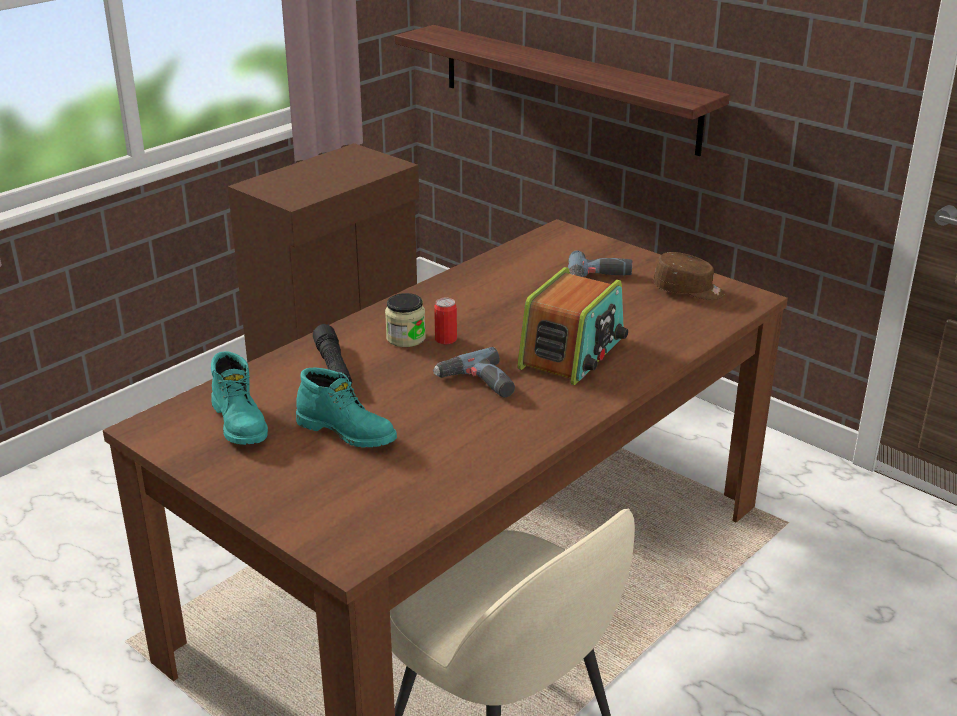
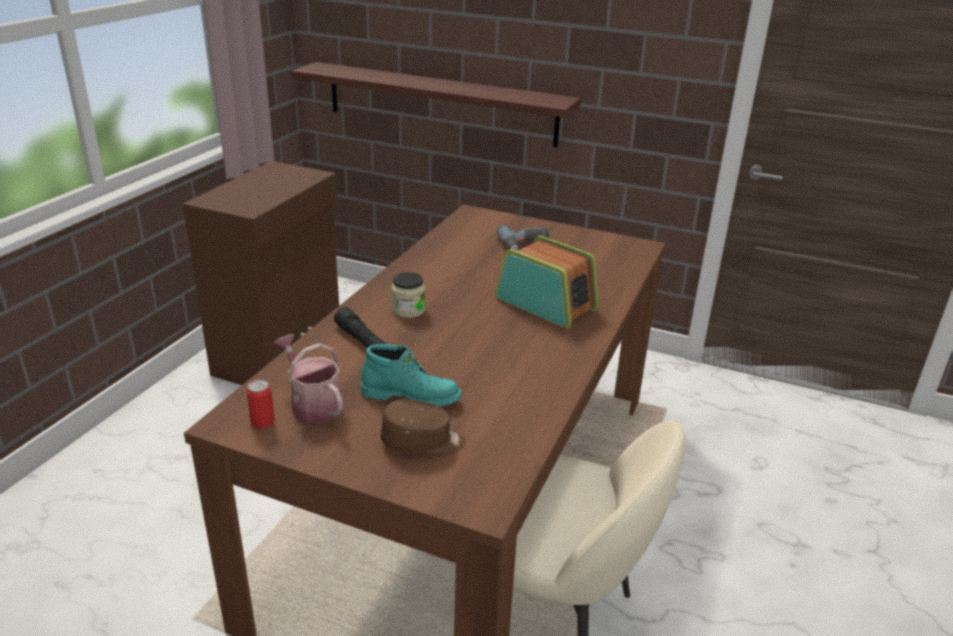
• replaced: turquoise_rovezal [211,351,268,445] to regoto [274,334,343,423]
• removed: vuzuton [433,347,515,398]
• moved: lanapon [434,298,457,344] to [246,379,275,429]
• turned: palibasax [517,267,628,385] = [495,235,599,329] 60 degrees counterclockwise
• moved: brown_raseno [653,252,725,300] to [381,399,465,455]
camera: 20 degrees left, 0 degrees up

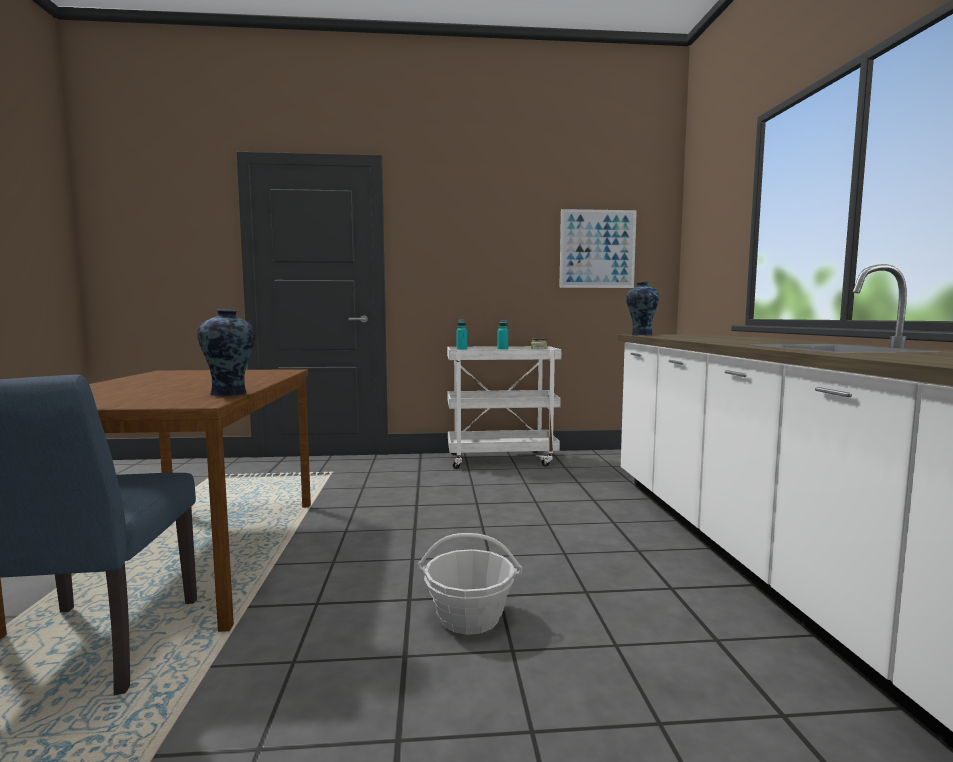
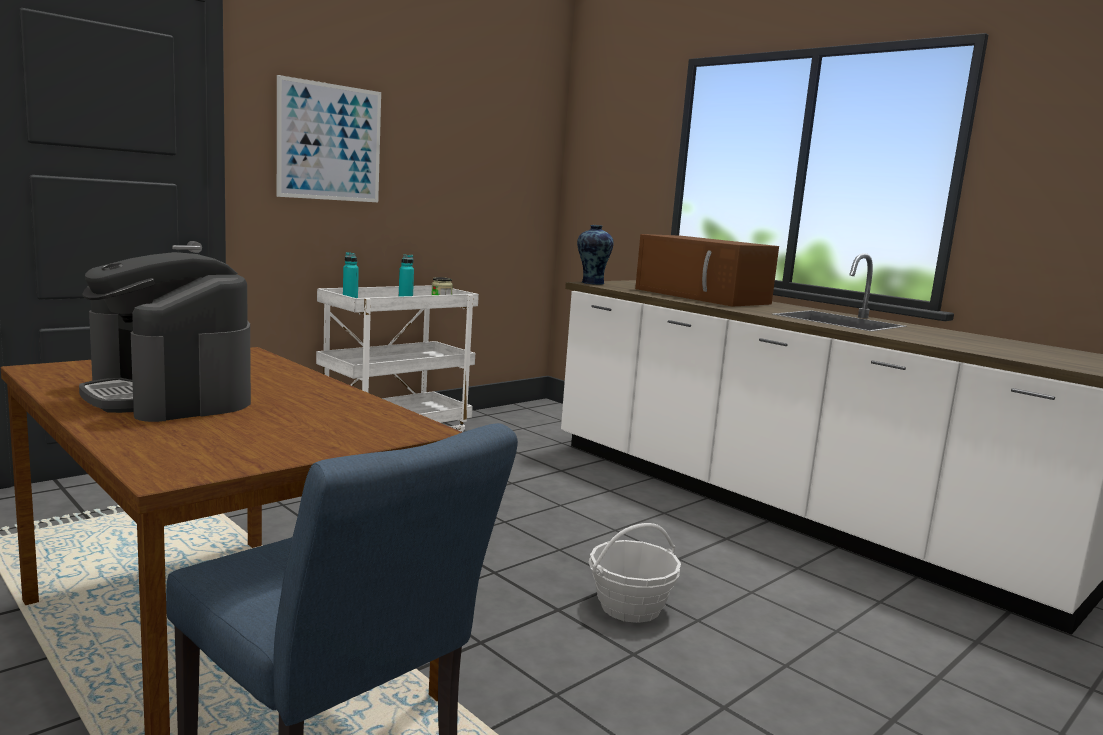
• removed: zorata [197,309,256,396]
• moved: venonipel [559,209,637,288] to [277,75,381,202]
• added: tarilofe [79,252,251,422]
• added: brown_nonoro [635,234,779,307]
camera: 40 degrees left, 5 degrees up

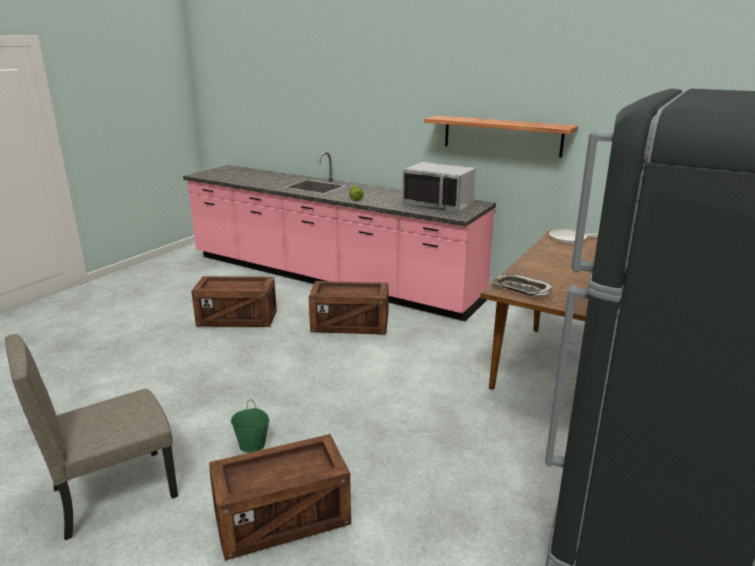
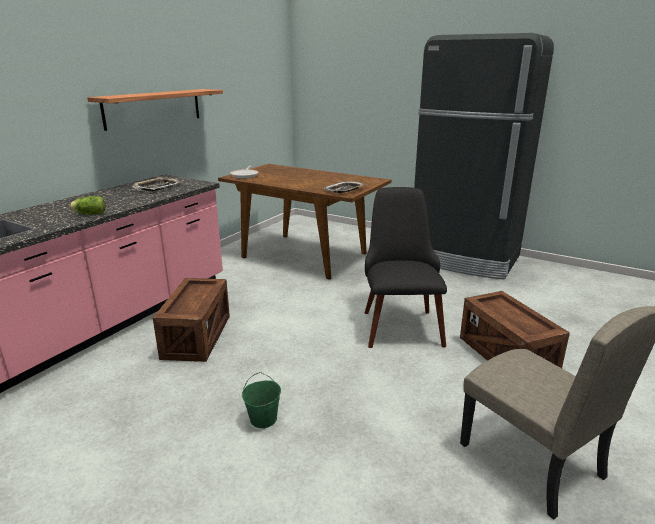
• removed: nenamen [191,276,277,327]
• moved: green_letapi [231,399,270,453] to [242,372,281,428]
• replaced: grey_nonoro [402,162,476,213] to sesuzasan [132,177,181,191]
• added: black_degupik [365,187,447,348]
camera: 90 degrees left, 0 degrees up

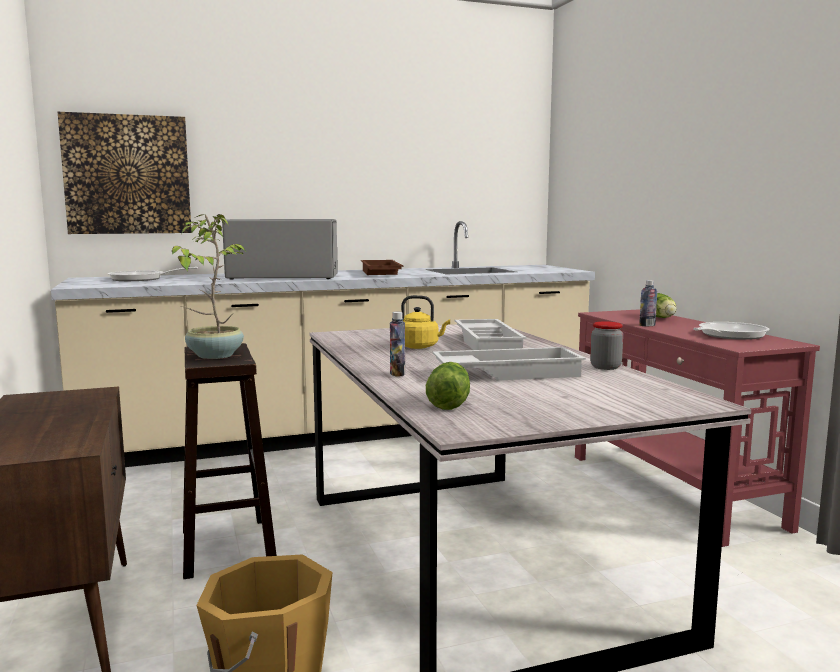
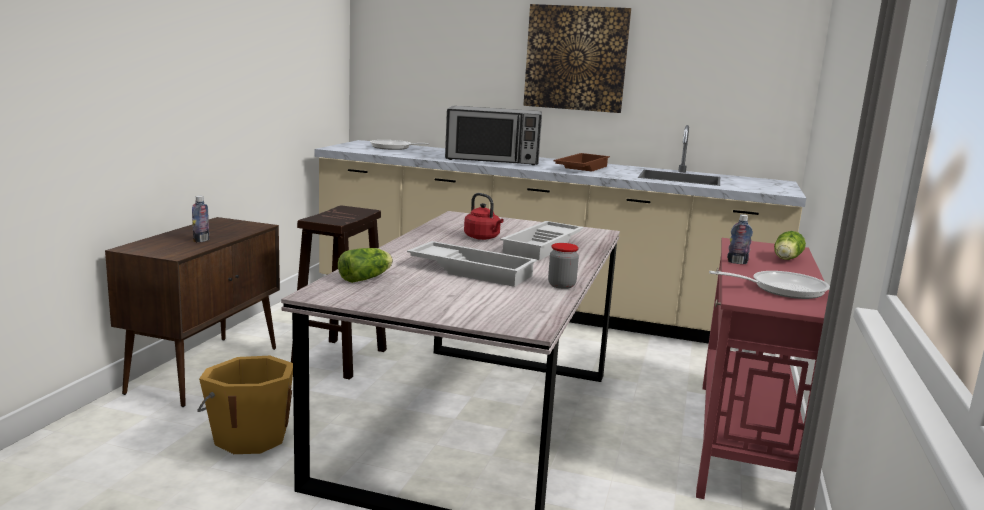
• moved: venonipel [58,112,192,234] to [523,4,631,113]
• removed: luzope [172,214,246,359]
• turned: nonoro [222,219,338,280] = [445,106,542,165] 150 degrees clockwise
• moved: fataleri [390,312,405,377] to [192,196,209,242]
• recoloured: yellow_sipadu [401,295,450,349] to red_sipadu [464,193,504,240]
camera: 35 degrees right, 5 degrees up

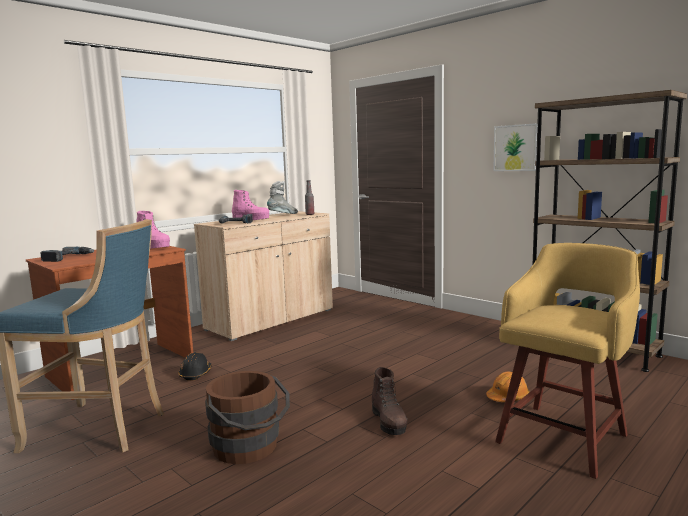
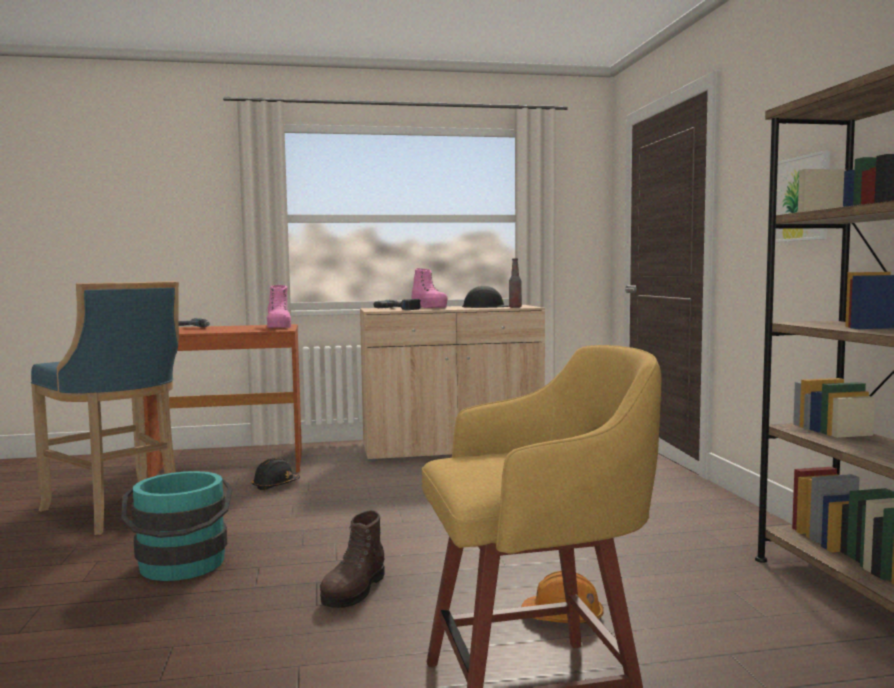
• recoloured: brown_letapi [205,371,290,464] to turquoise_letapi [121,471,233,581]
• replaced: grey_rovezal [267,181,298,214] to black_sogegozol [462,286,509,308]
camera: 35 degrees right, 5 degrees down

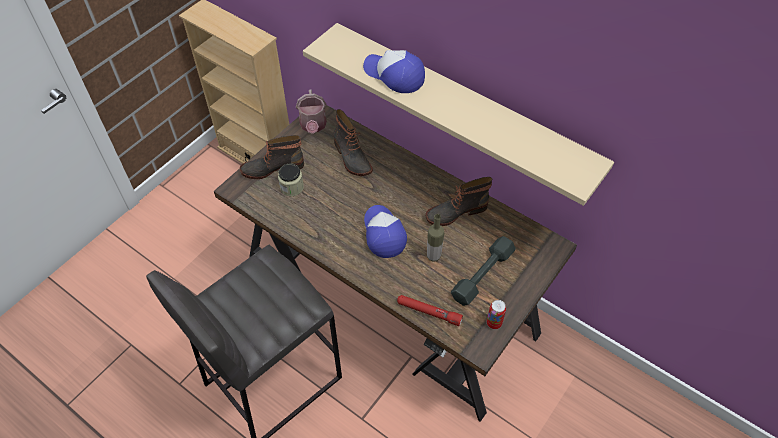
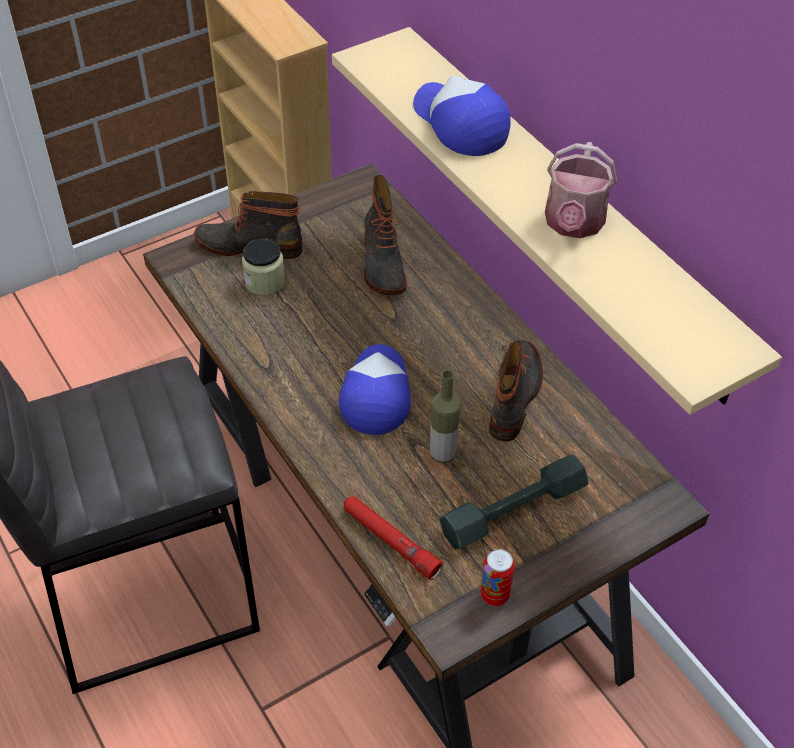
• moved: regoto [296,90,327,134] to [545,142,617,238]
• turned: rovezal [426,177,493,226] = [489,340,543,442] 105 degrees clockwise
camera: 20 degrees right, 5 degrees down

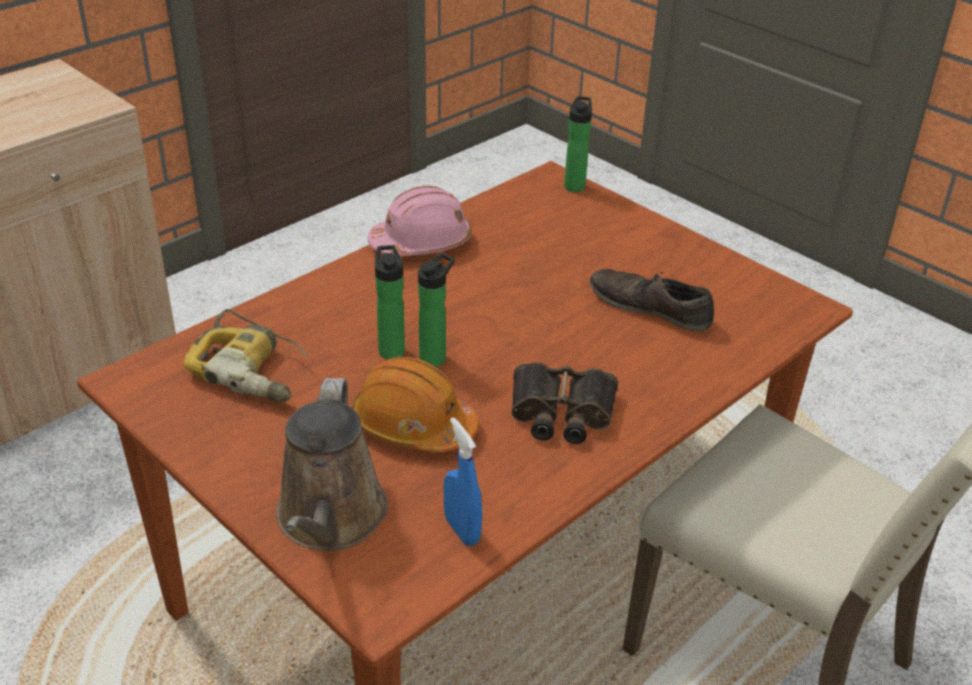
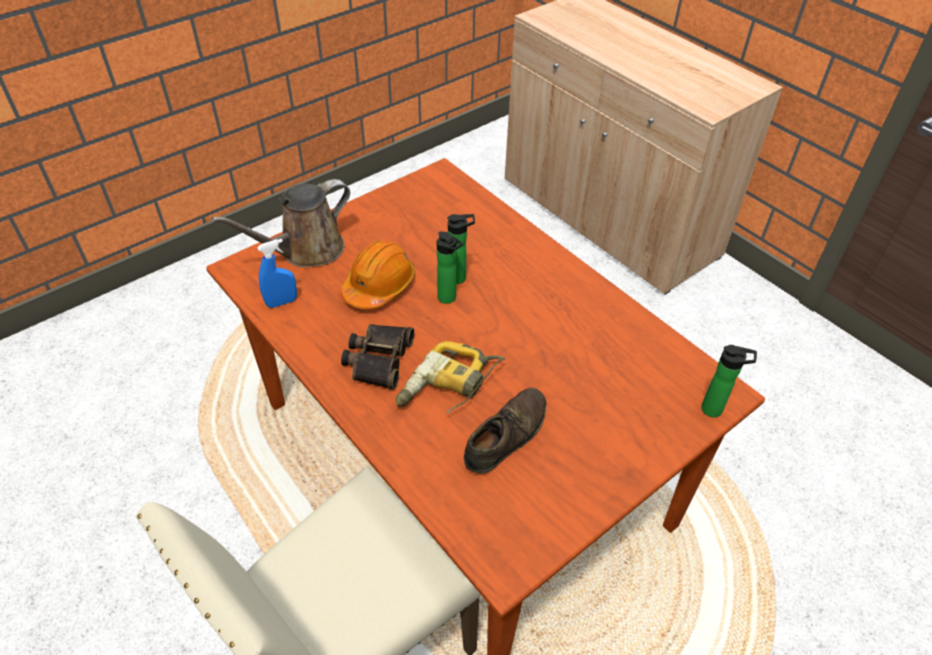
• moved: vuzuton [183,309,307,403] to [396,341,505,414]
• turned: brown_regoto [276,378,388,551] = [212,179,350,267] 45 degrees counterclockwise
• removed: pink_sogegozol [368,186,472,256]
camera: 95 degrees right, 10 degrees up

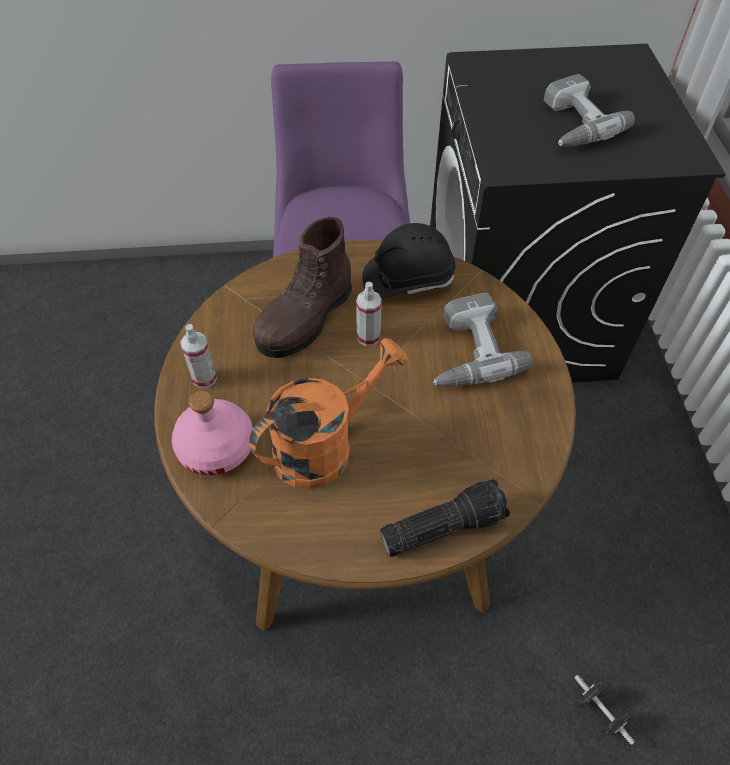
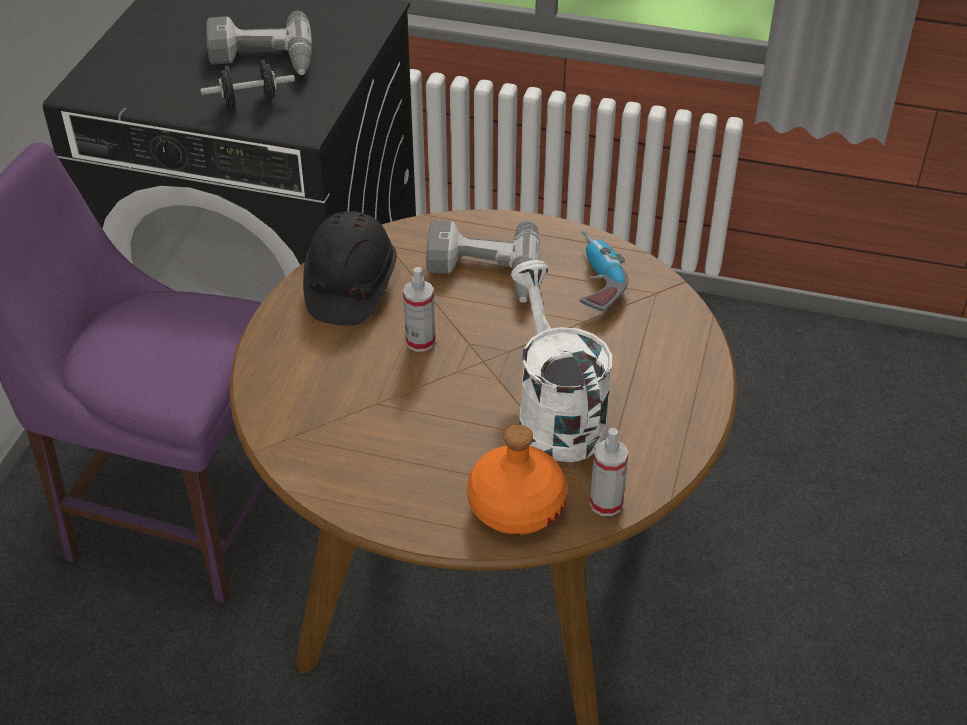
• recoloured: pink_fataleri [172,390,253,475] to orange_fataleri [467,424,567,535]
• moved: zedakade [180,324,217,388] to [590,428,629,516]
• recoloured: orange_regoto [249,338,408,489] to white_regoto [511,260,612,462]
• removed: brown_rovezal [252,217,352,358]
• removed: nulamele [379,479,510,557]
• moved: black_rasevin [574,675,635,745] to [201,60,295,109]
• added: vuzuton [579,230,629,311]
camera: 70 degrees left, 10 degrees down

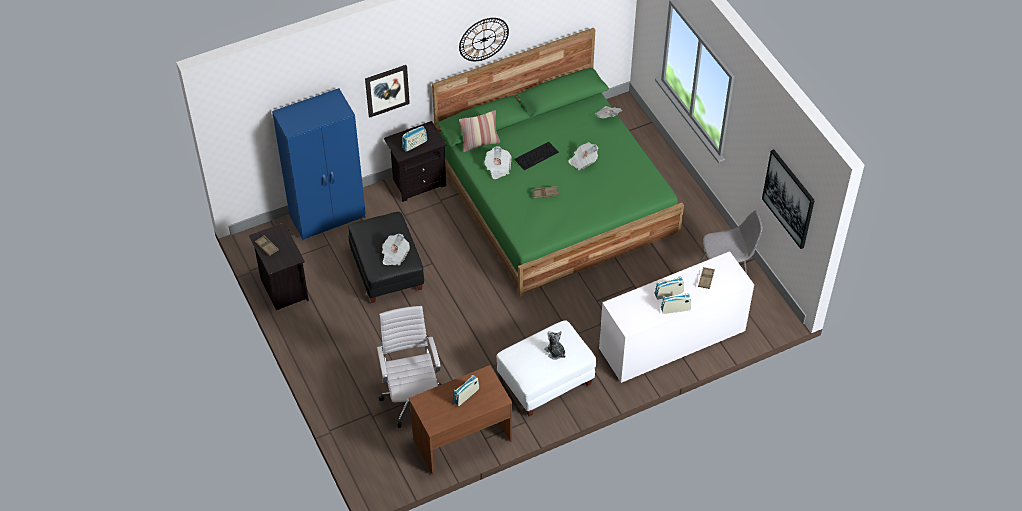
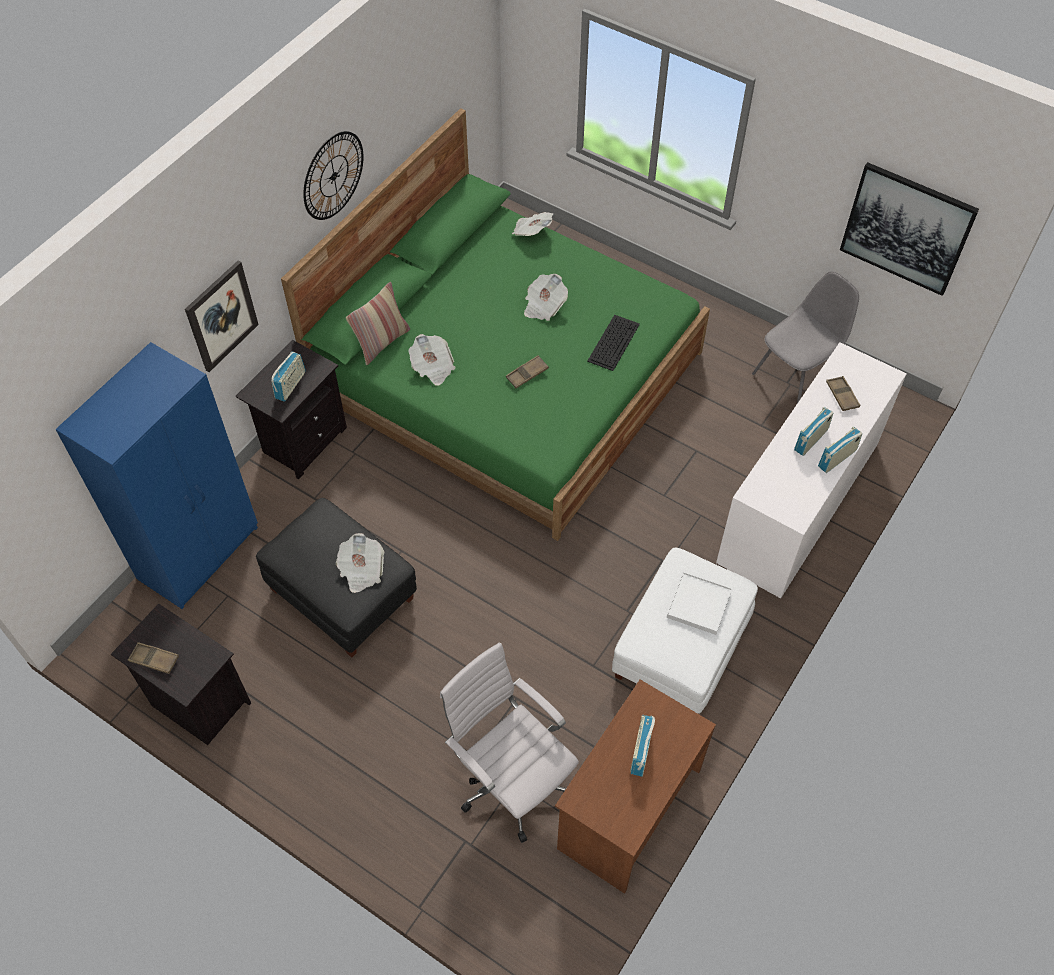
• moved: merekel [514,142,559,170] to [587,315,640,371]
• replaced: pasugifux [544,331,566,360] to white_sesuzasan [667,572,732,635]
camera: 30 degrees left, 5 degrees up

